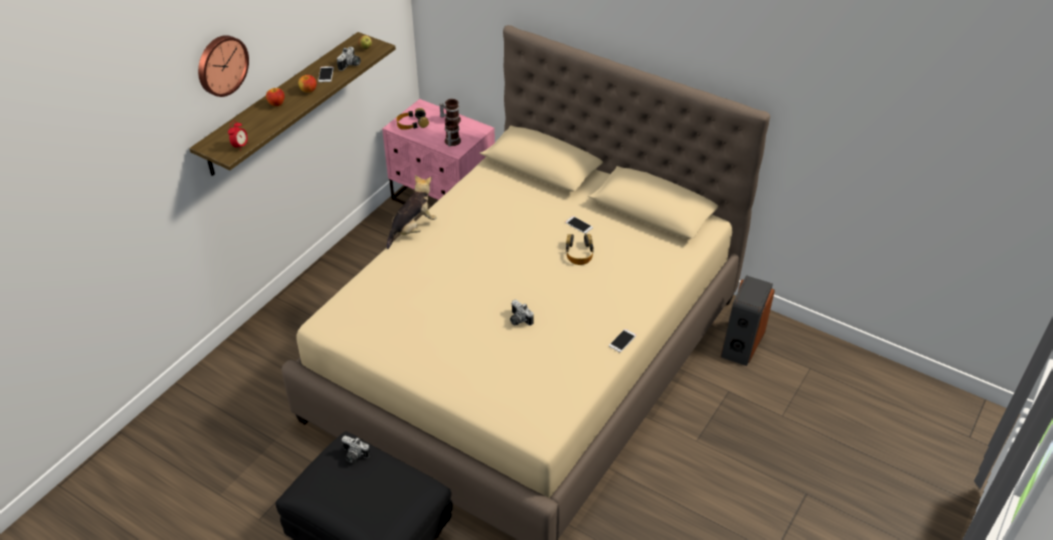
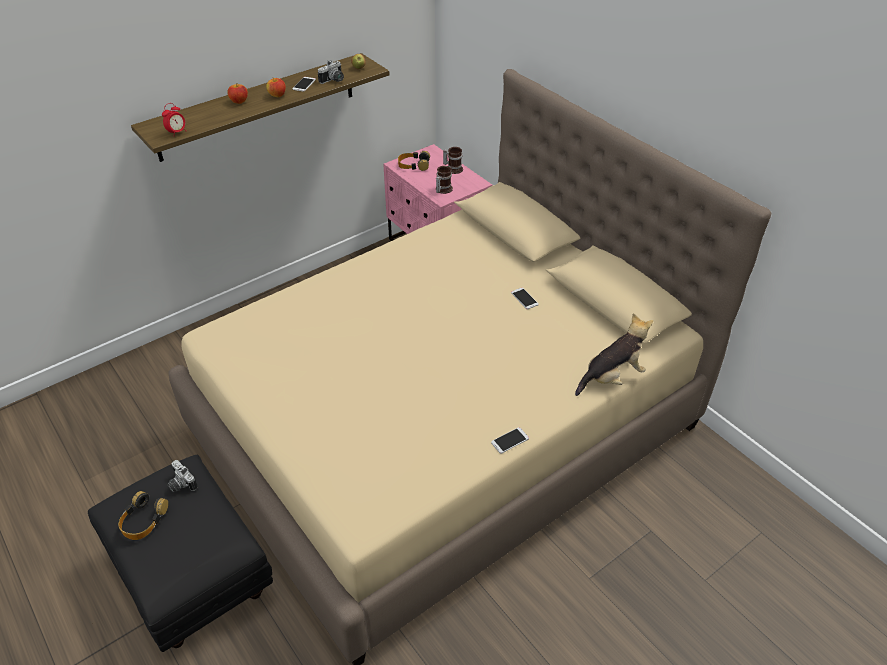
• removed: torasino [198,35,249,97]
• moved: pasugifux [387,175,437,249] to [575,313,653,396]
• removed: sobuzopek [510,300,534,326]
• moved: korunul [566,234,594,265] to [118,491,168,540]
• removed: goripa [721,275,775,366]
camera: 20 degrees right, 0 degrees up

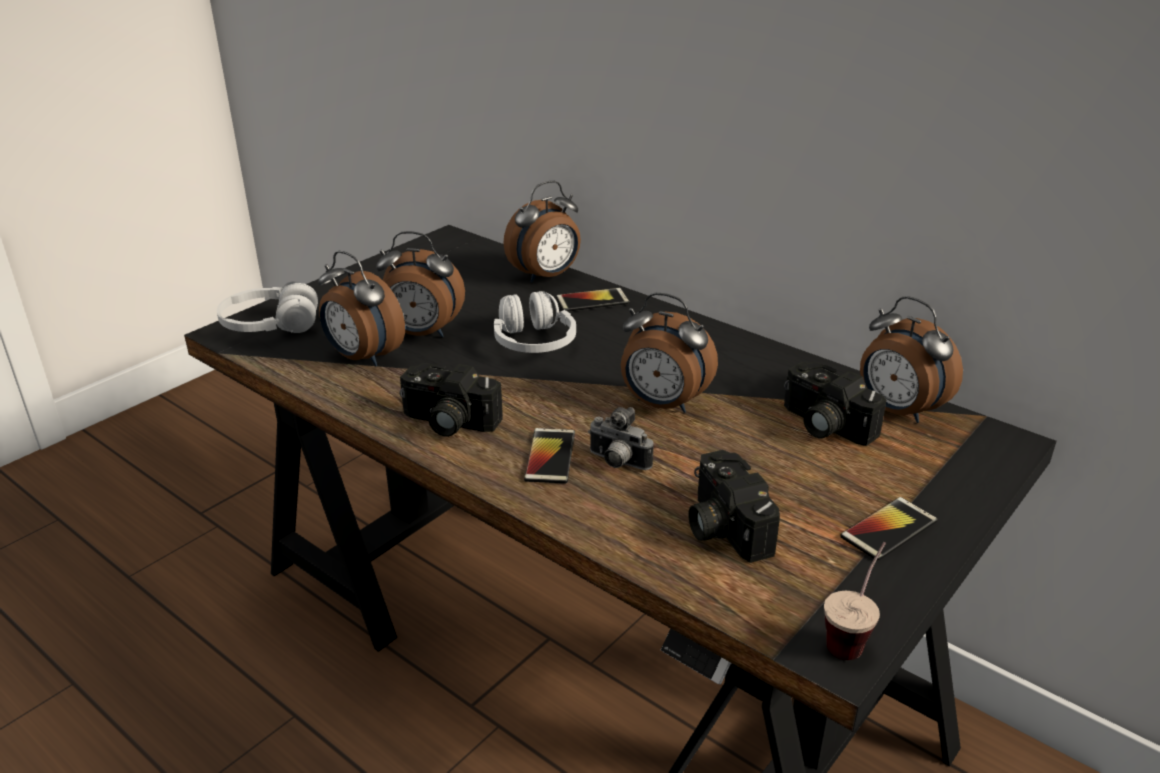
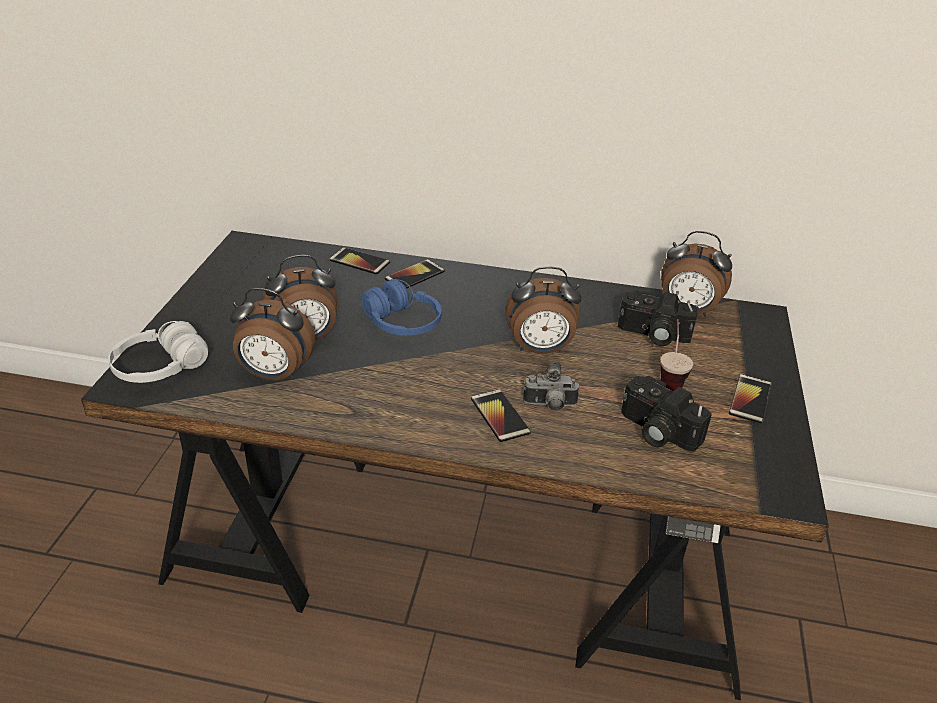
• removed: sobuzopek [400,363,503,437]
• recoloured: white_korunul [494,291,576,353] to blue_korunul [361,279,441,336]
• replaced: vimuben [503,181,581,283] to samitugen [329,247,390,275]
• moved: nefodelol [824,542,886,660] to [661,319,693,391]
camera: 30 degrees left, 5 degrees up

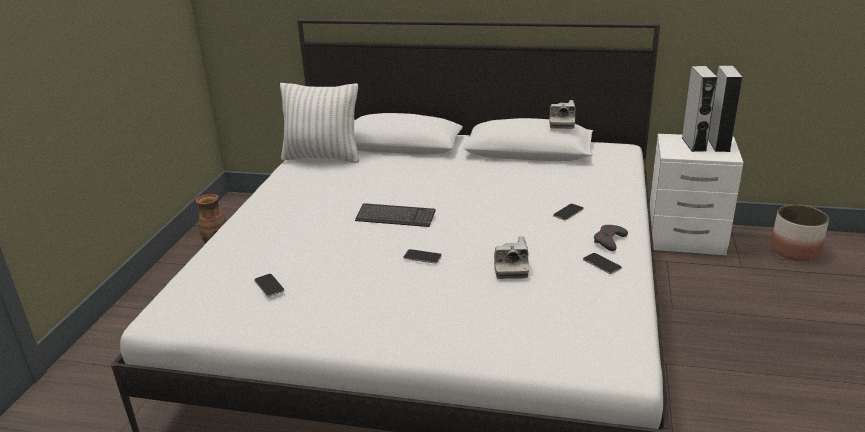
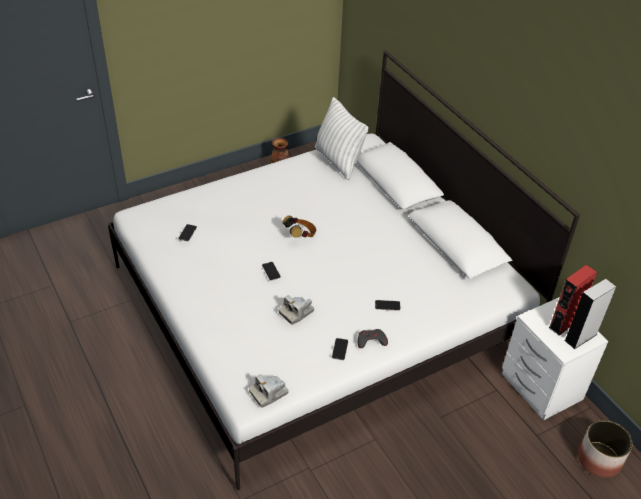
• replaced: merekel [355,203,436,227] to korunul [282,216,316,238]
• moved: sobuzopek [549,100,575,129] to [249,374,289,407]
• recoloured: grey_goripa [682,66,717,152] to red_goripa [549,265,597,336]
camera: 45 degrees right, 15 degrees up

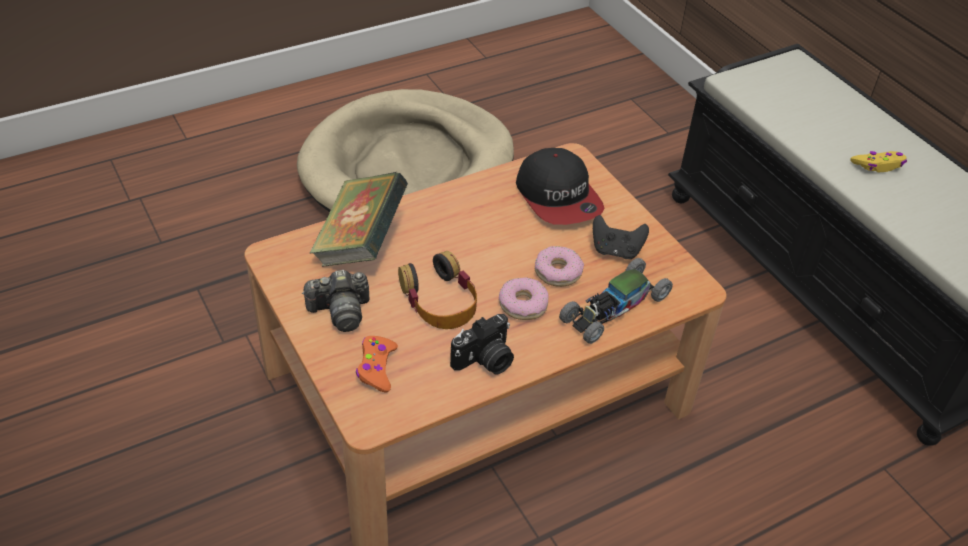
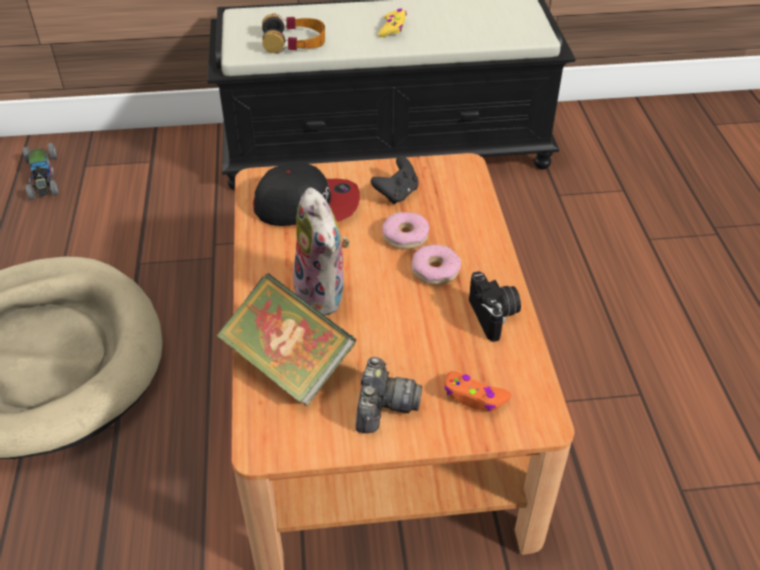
• moved: korunul [398,251,477,329] to [262,14,325,54]
• moved: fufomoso [559,258,673,344] to [23,143,58,200]
• added: pasugifux [290,188,350,315]
camera: 65 degrees left, 0 degrees up

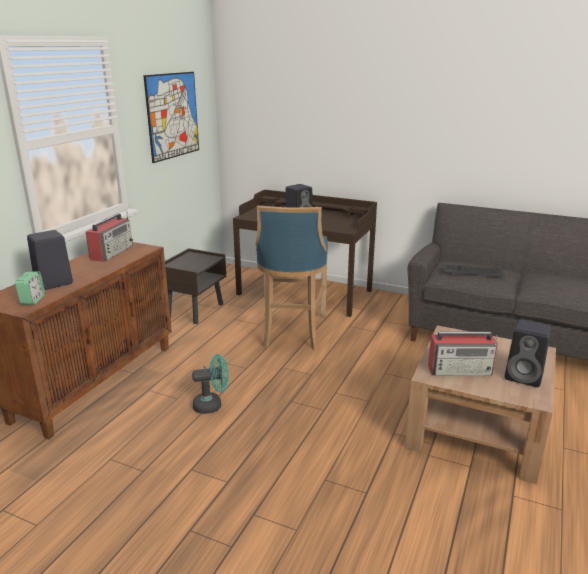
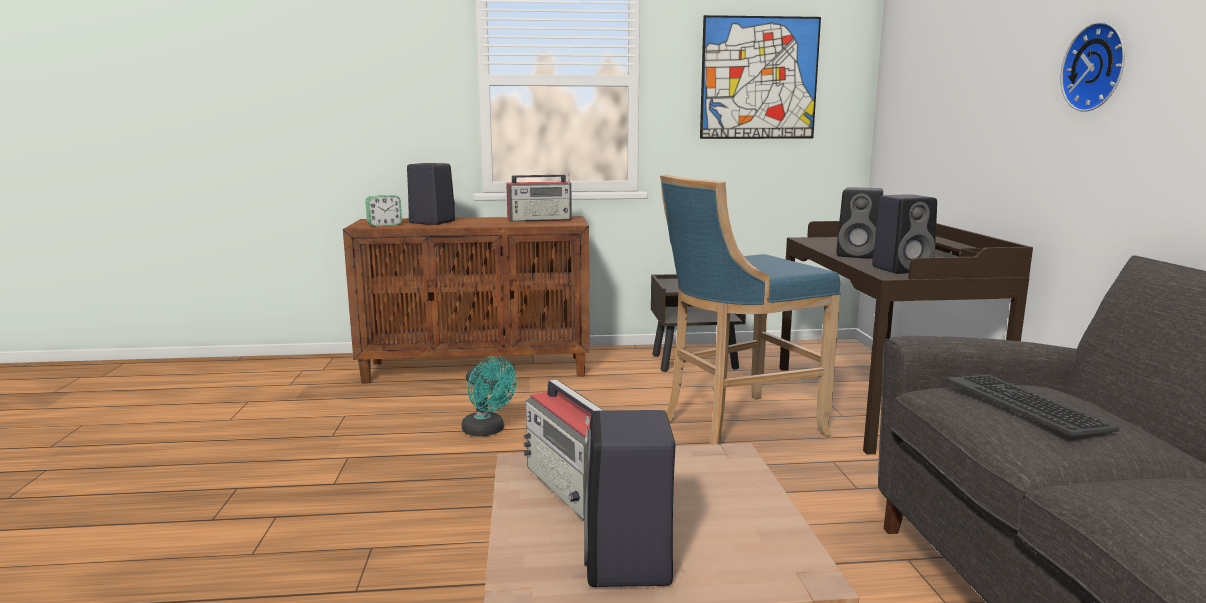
• added: black_goripa [872,194,937,274]
• added: torasino [1061,22,1125,112]
camera: 60 degrees right, 10 degrees down

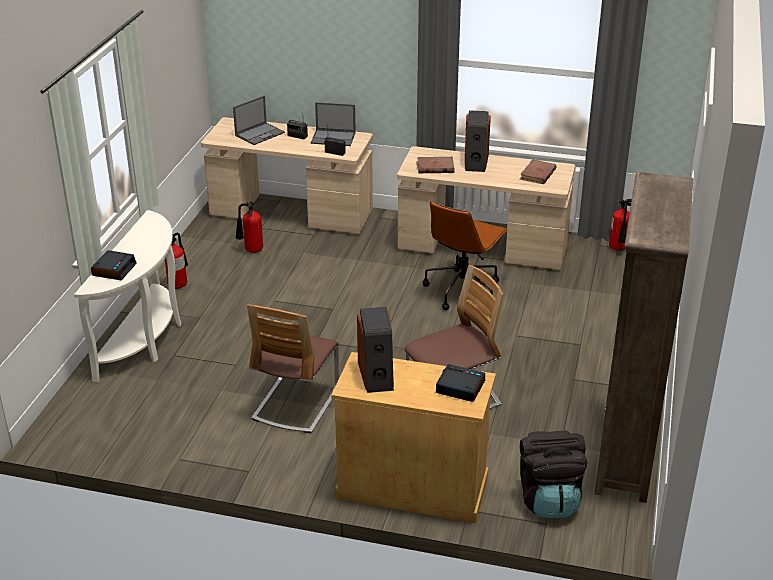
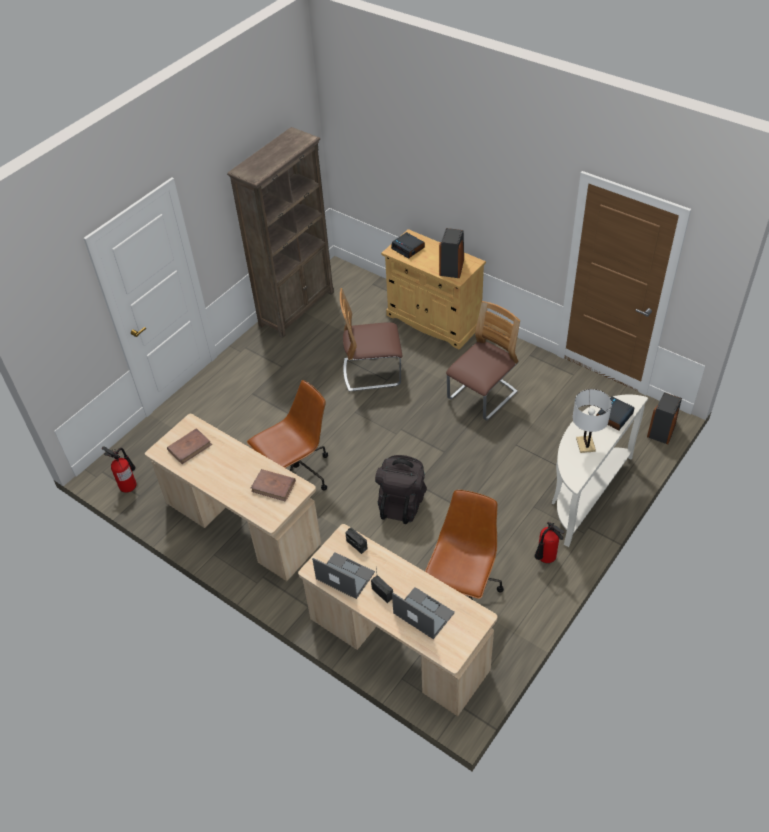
• turned: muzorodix [233,96,285,145] = [392,587,455,639] 60 degrees clockwise
• replaced: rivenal [235,201,263,253] to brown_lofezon [425,490,504,600]
• moved: goripa [465,110,491,172] to [647,392,682,444]
• moved: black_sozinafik [520,431,588,518] to [375,455,427,524]
• added: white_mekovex [572,389,612,453]
camera: 155 degrees left, 15 degrees up

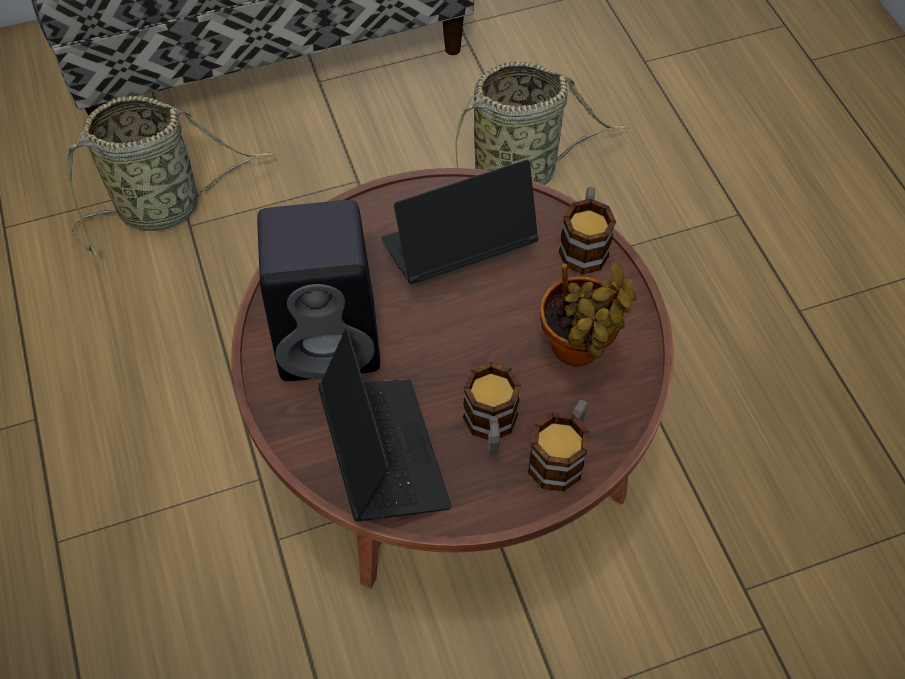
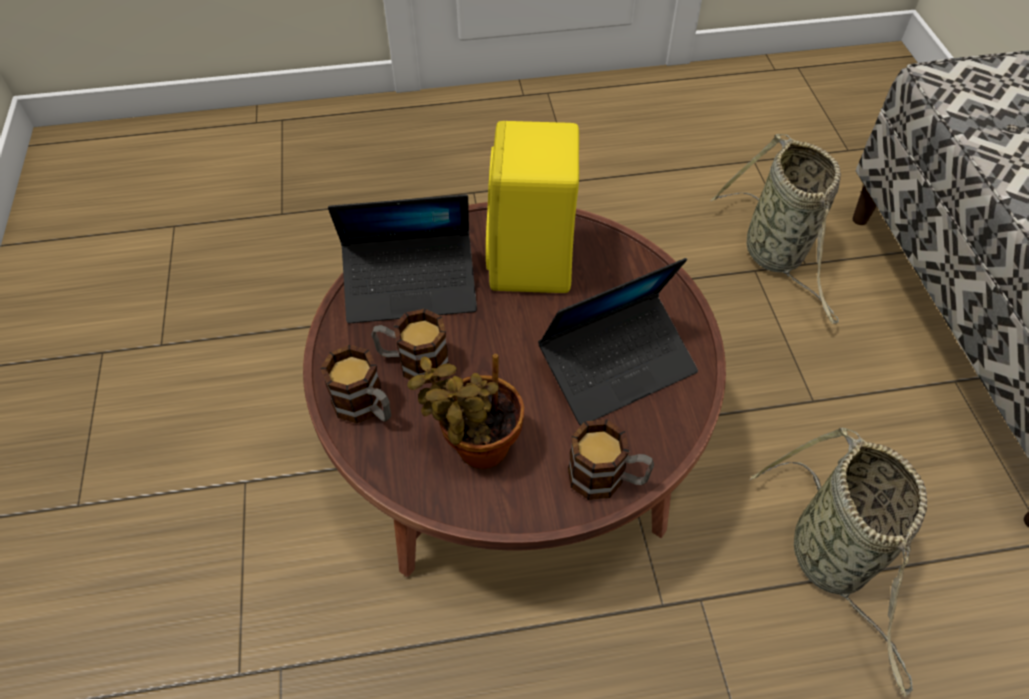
• recoloured: black_goripa [257,200,380,381] to yellow_goripa [486,121,579,293]
• turned: muzorodix [381,160,539,285] = [538,258,698,426] 75 degrees clockwise
camera: 100 degrees right, 5 degrees down

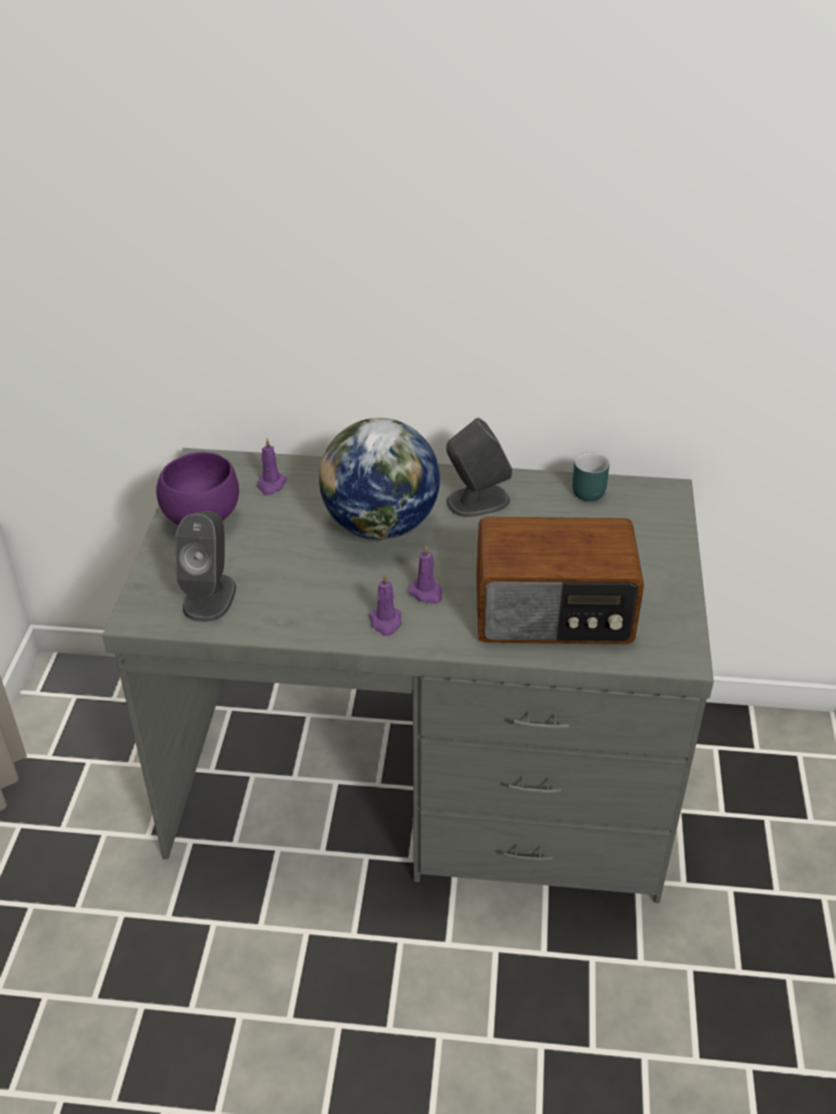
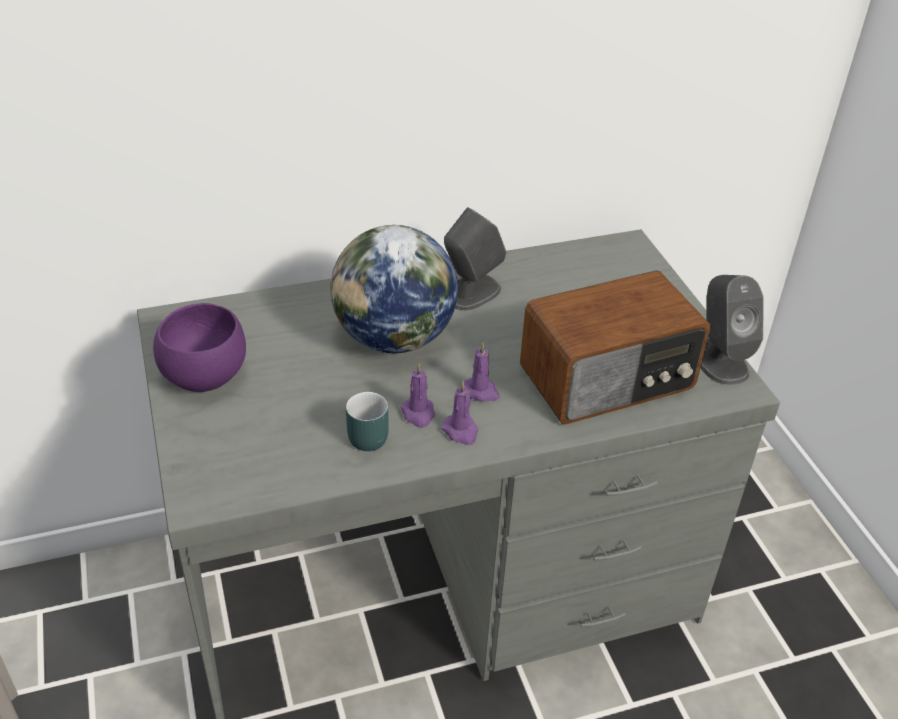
• moved: grey_goripa [175,511,236,622] to [700,275,763,385]
• moved: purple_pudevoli [257,438,287,495] to [400,363,435,428]
• moved: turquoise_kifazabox [572,452,610,502] to [346,392,389,451]
camera: 25 degrees left, 0 degrees up

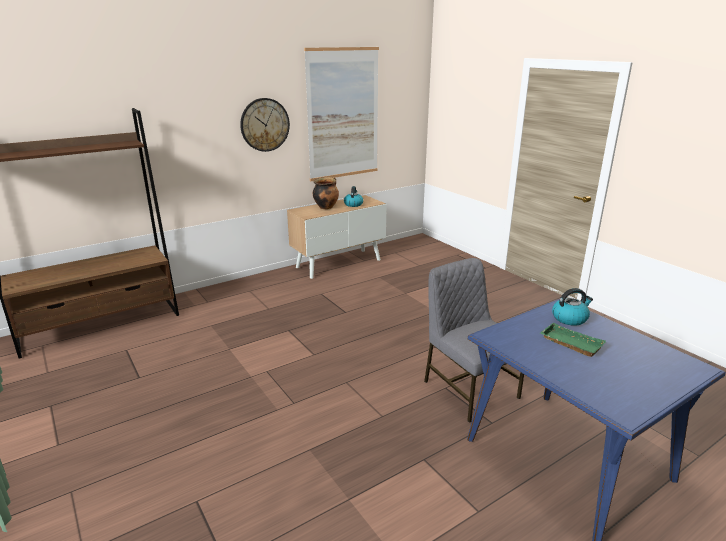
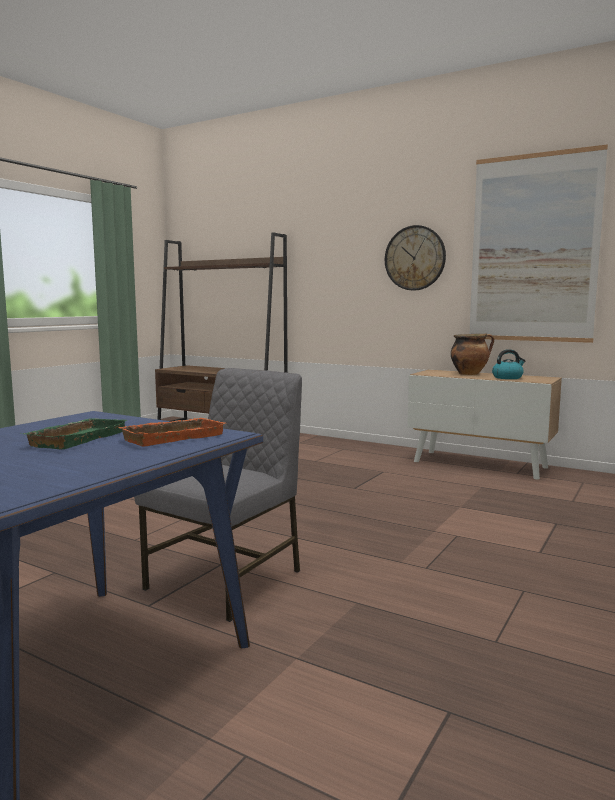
• replaced: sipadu [552,288,593,326] to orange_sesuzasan [118,418,225,447]
camera: 65 degrees right, 15 degrees down

